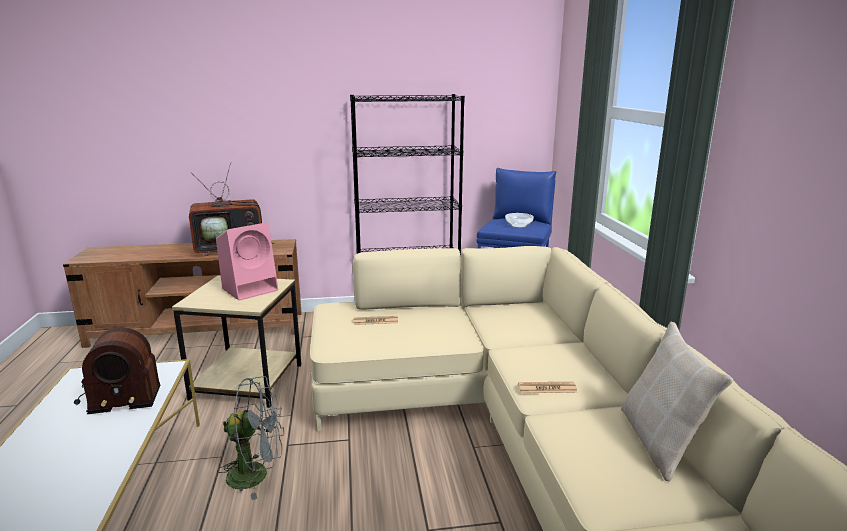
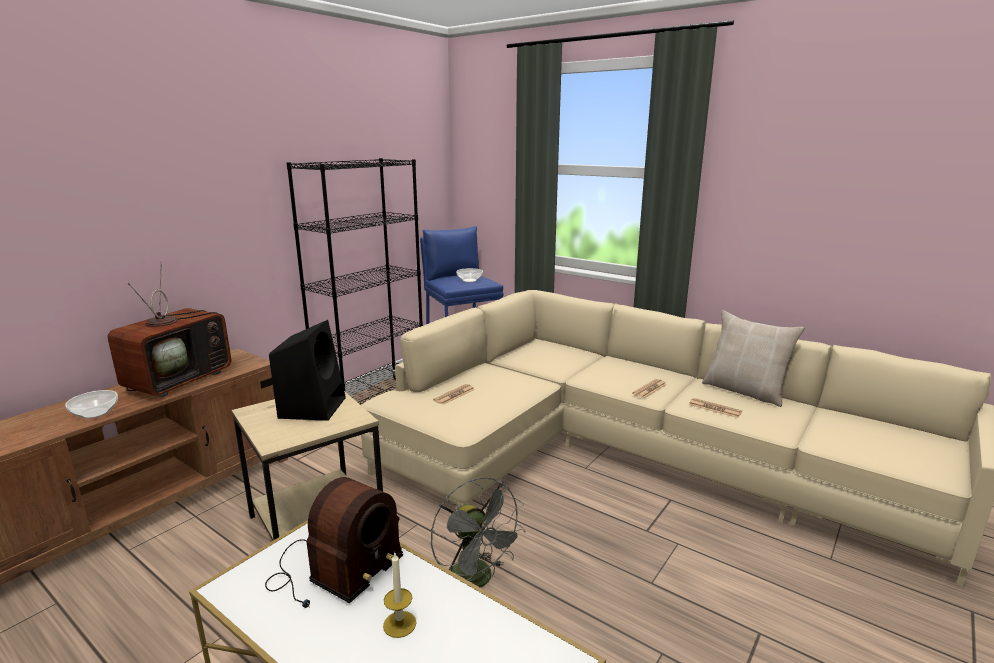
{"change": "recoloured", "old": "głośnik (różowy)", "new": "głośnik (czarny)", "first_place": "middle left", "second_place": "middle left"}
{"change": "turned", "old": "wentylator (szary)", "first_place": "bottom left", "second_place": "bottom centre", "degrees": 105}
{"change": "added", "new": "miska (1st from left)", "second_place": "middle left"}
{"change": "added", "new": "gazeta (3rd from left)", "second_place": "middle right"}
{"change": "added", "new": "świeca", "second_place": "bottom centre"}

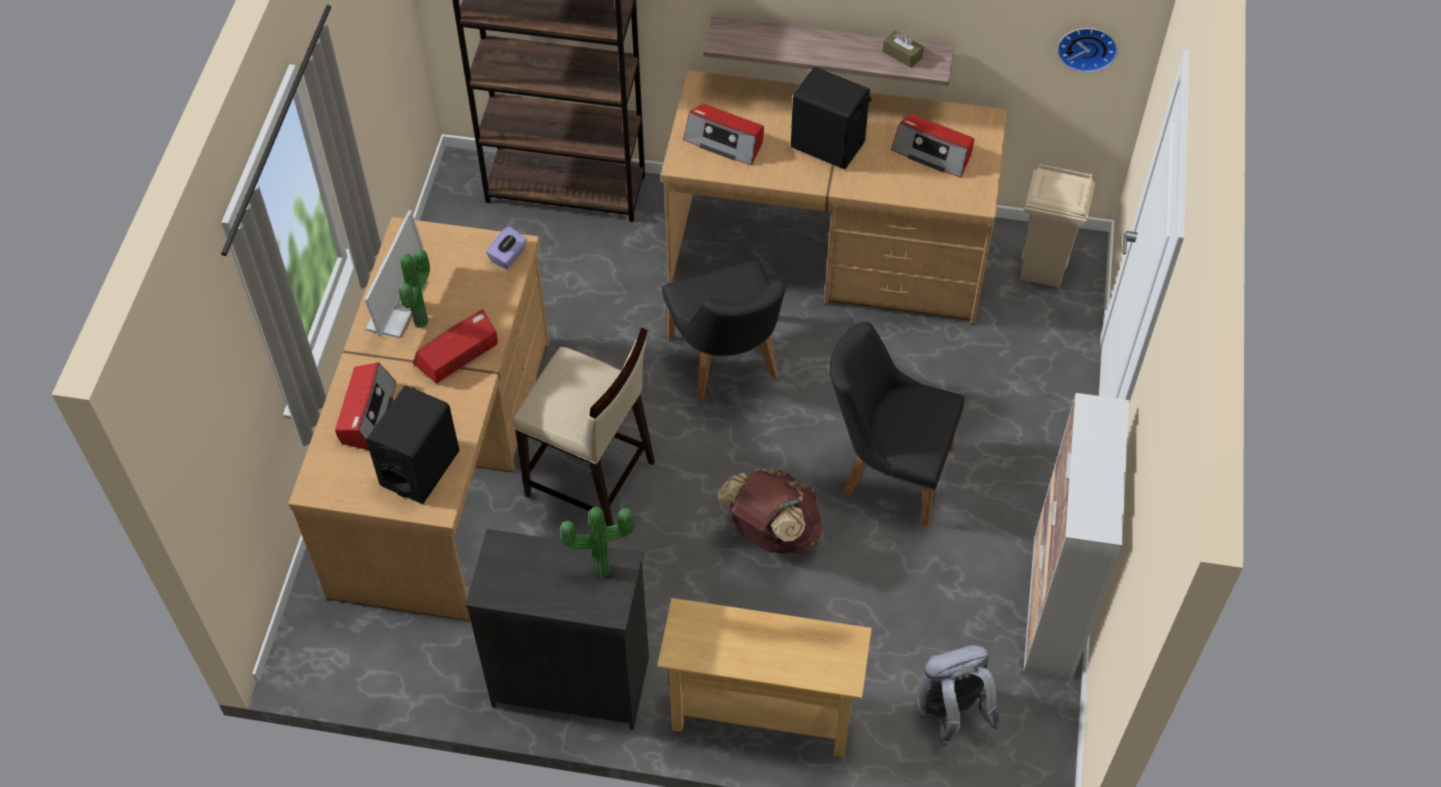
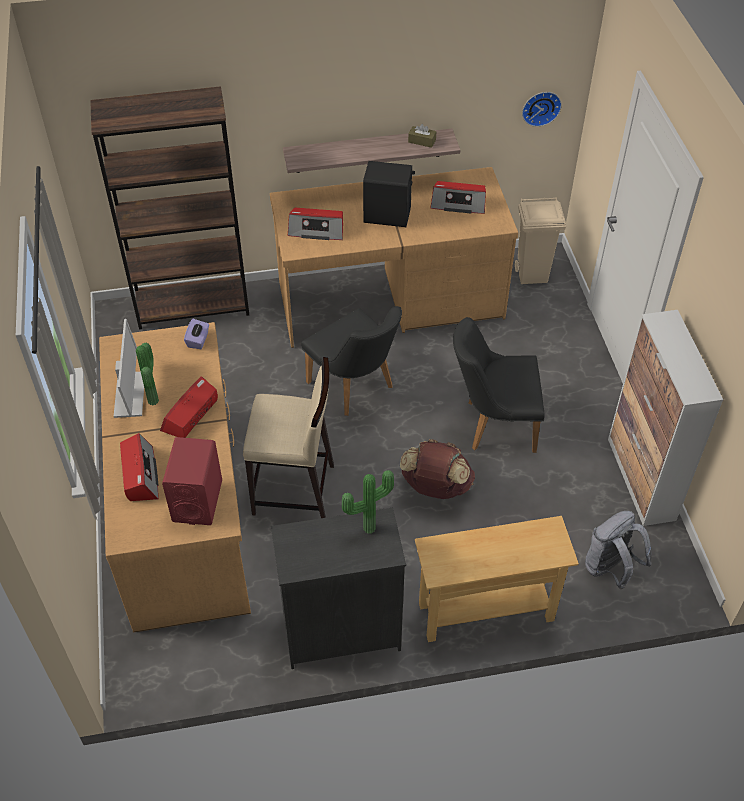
{"change": "recoloured", "old": "głośnik (czarny) (1st from left)", "new": "głośnik (czerwony)", "first_place": "middle left", "second_place": "middle left"}

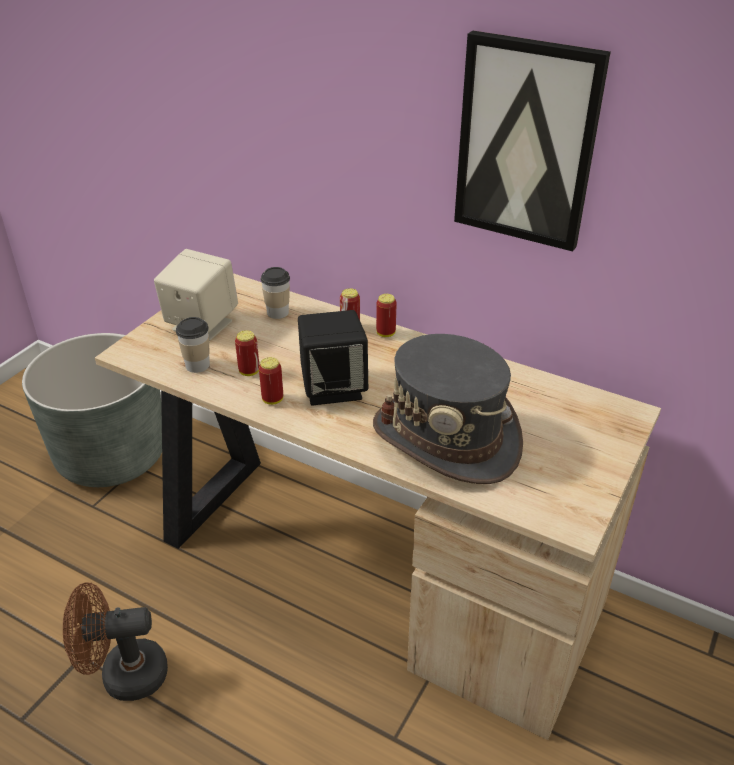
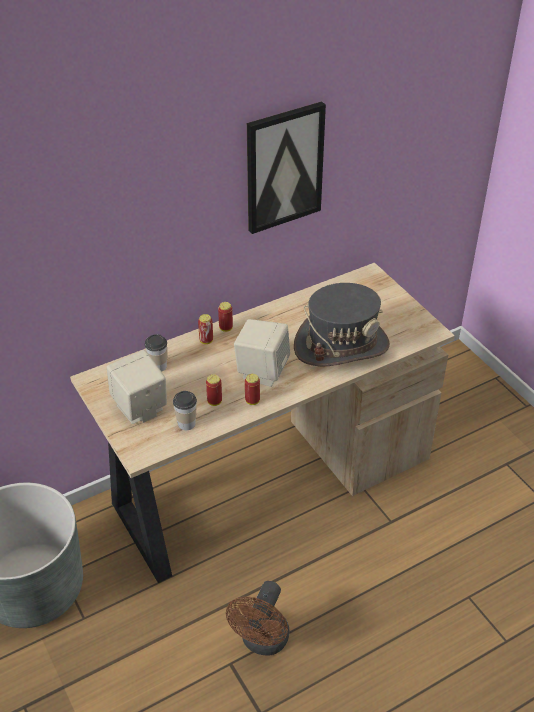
{"change": "recoloured", "old": "głośnik (czarny)", "new": "głośnik (beżowy) (2nd from left)", "first_place": "centre", "second_place": "centre"}

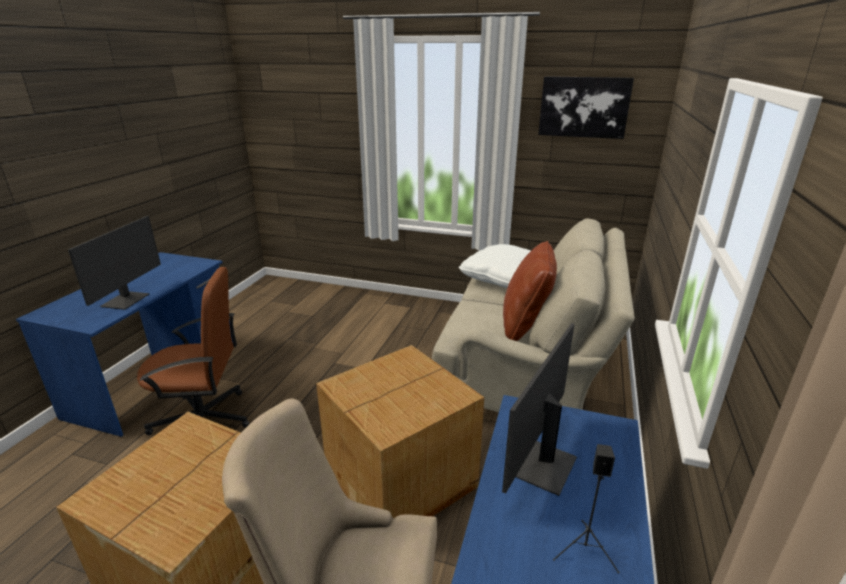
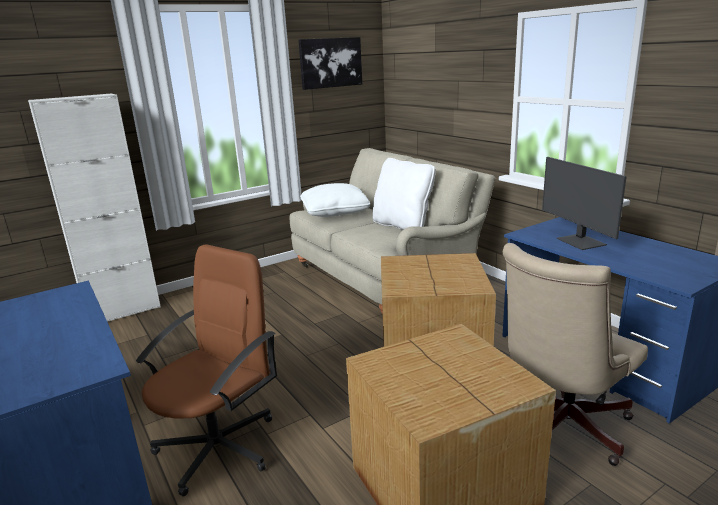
{"change": "removed", "old": "monitor (1st from left)", "first_place": "middle left"}
{"change": "recoloured", "old": "poduszka (brązowy)", "new": "poduszka (biały) (2nd from left)", "first_place": "centre", "second_place": "centre"}
{"change": "removed", "old": "głośnik (czarny)", "first_place": "bottom right"}
{"change": "added", "new": "szafka (biały)", "second_place": "middle left"}

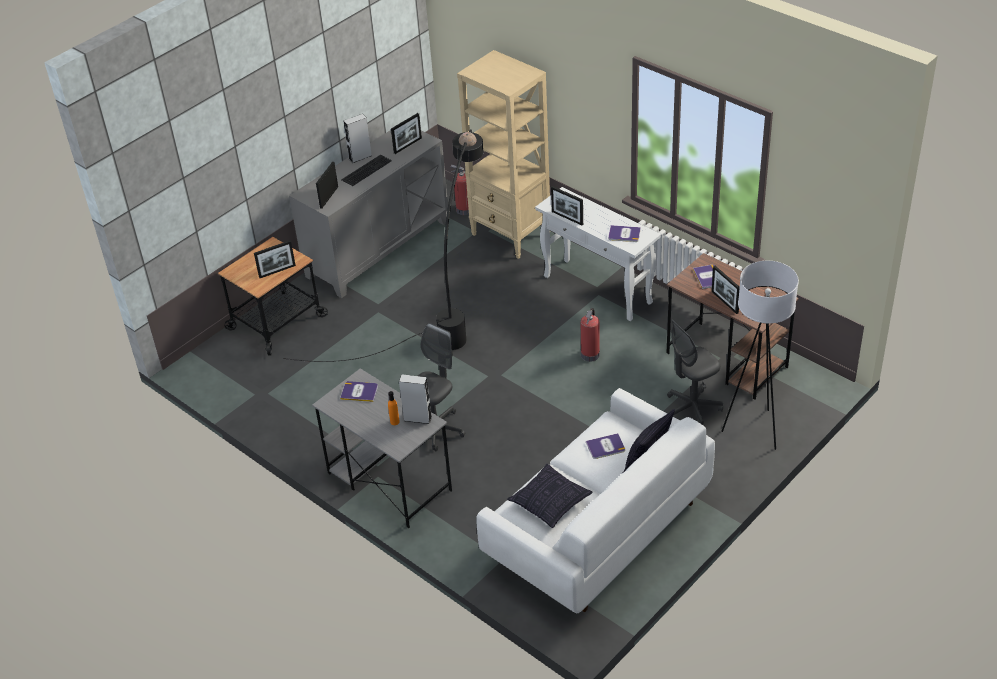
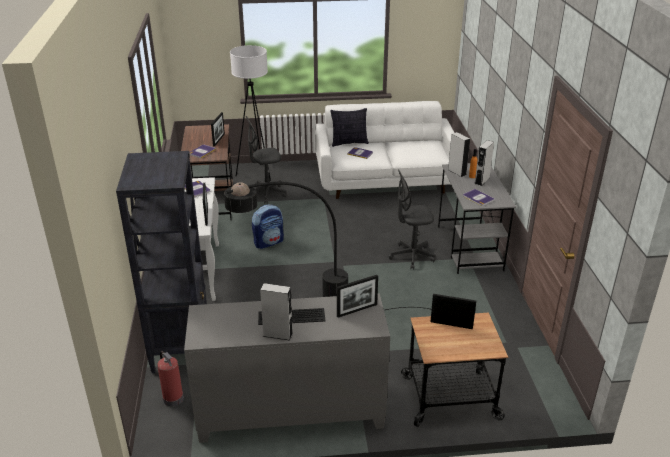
{"change": "recoloured", "old": "regał (beżowy)", "new": "regał (czarny)", "first_place": "top centre", "second_place": "middle left"}
{"change": "removed", "old": "ramka na zdjęcie (3rd from left)", "first_place": "top centre"}
{"change": "replaced", "old": "gaśnica (2nd from left)", "new": "plecak", "first_place": "centre", "second_place": "centre"}
{"change": "turned", "old": "krzesło biurowe (szary) (2nd from left in the first image)", "first_place": "middle right", "second_place": "centre", "degrees": 150}
{"change": "removed", "old": "poduszka (1st from left)", "first_place": "bottom centre"}
{"change": "added", "new": "głośnik (szary) (3rd from left)", "second_place": "middle right"}

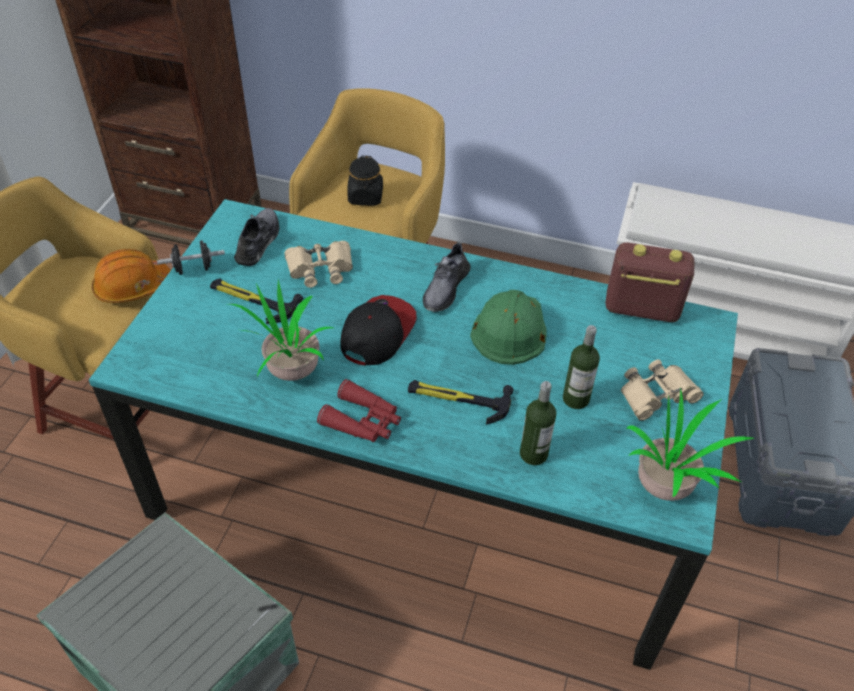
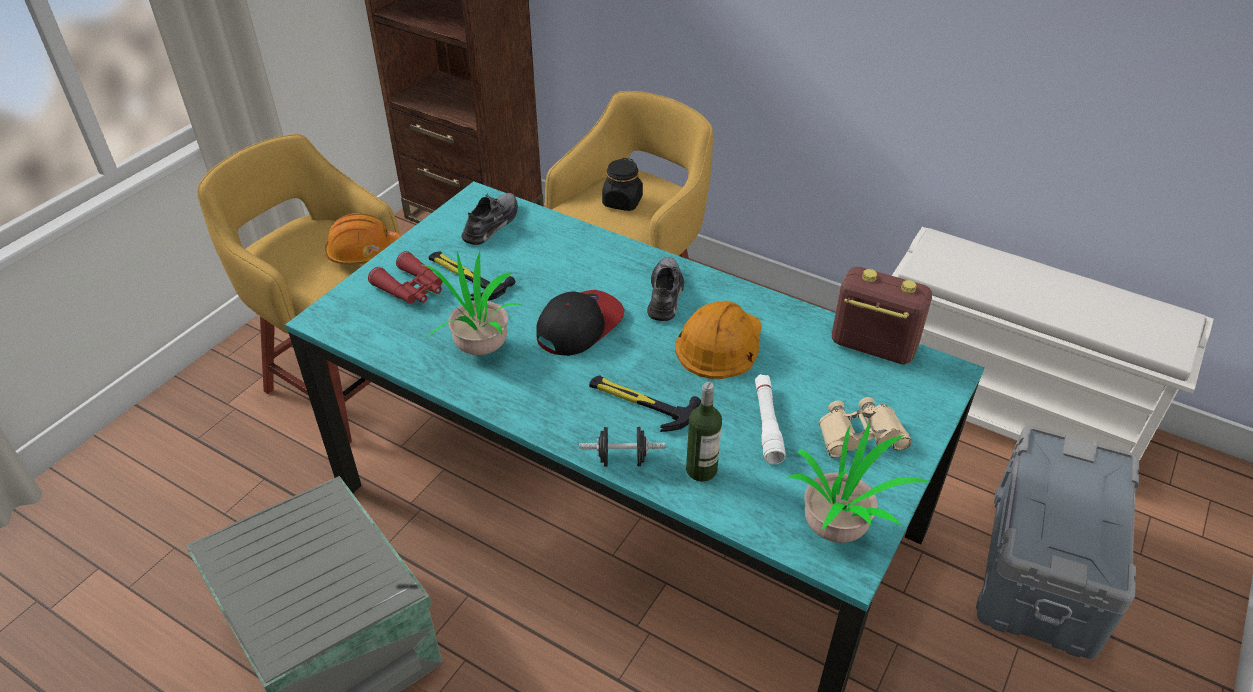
{"change": "moved", "old": "hantel (czarny)", "first_place": "middle left", "second_place": "centre"}
{"change": "removed", "old": "lornetka (beżowy) (1st from left)", "first_place": "centre"}
{"change": "turned", "old": "but (szary) (2nd from left)", "first_place": "centre", "second_place": "centre", "degrees": 150}
{"change": "recoloured", "old": "kask (zielony)", "new": "kask (pomarańczowy) (2nd from left)", "first_place": "centre", "second_place": "centre"}
{"change": "replaced", "old": "butelka (2nd from left)", "new": "latarka (biały)", "first_place": "middle right", "second_place": "centre"}
{"change": "moved", "old": "lornetka (czerwony)", "first_place": "centre", "second_place": "middle left"}

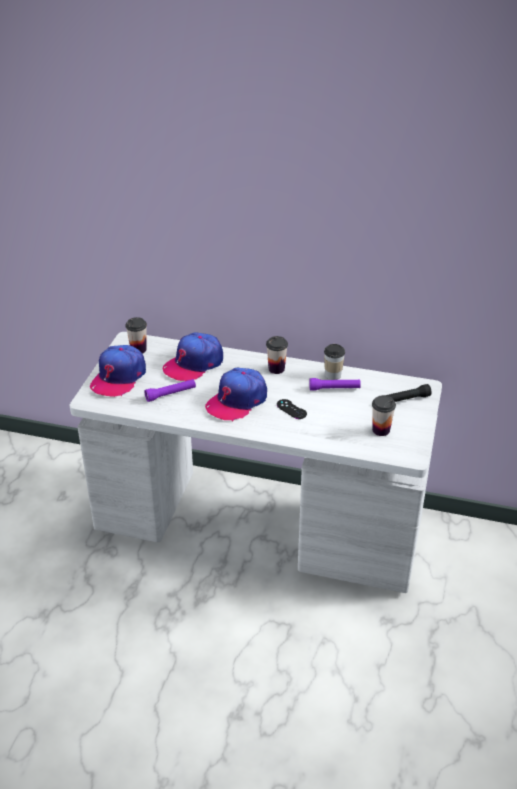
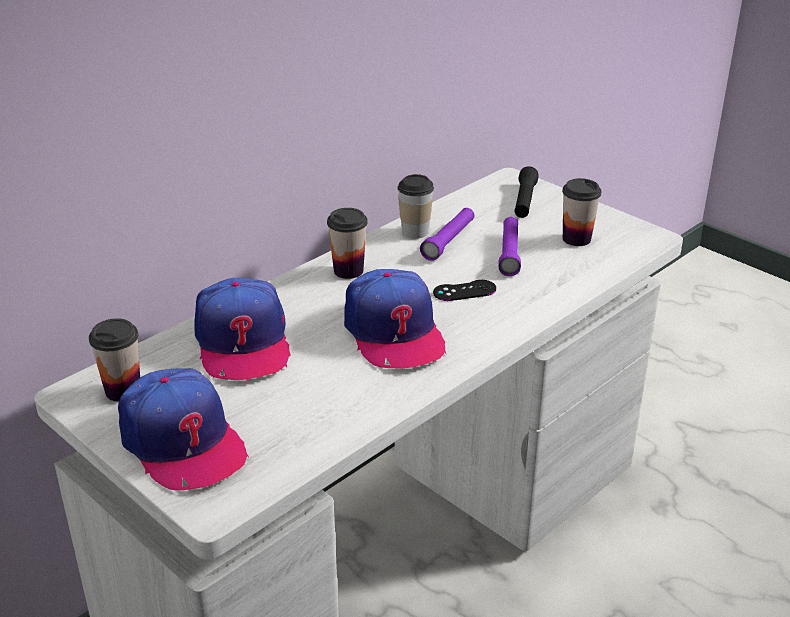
{"change": "moved", "old": "latarka (fioletowy) (1st from left in the first image)", "new": "latarka (fioletowy) (2nd from left)", "first_place": "middle left", "second_place": "centre"}

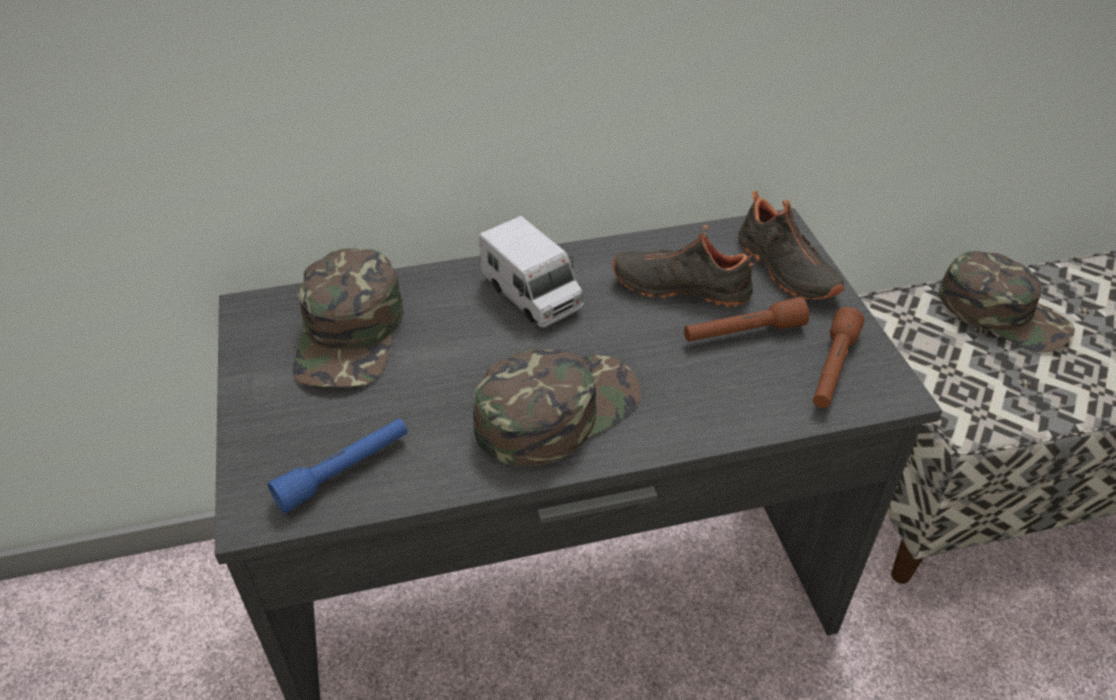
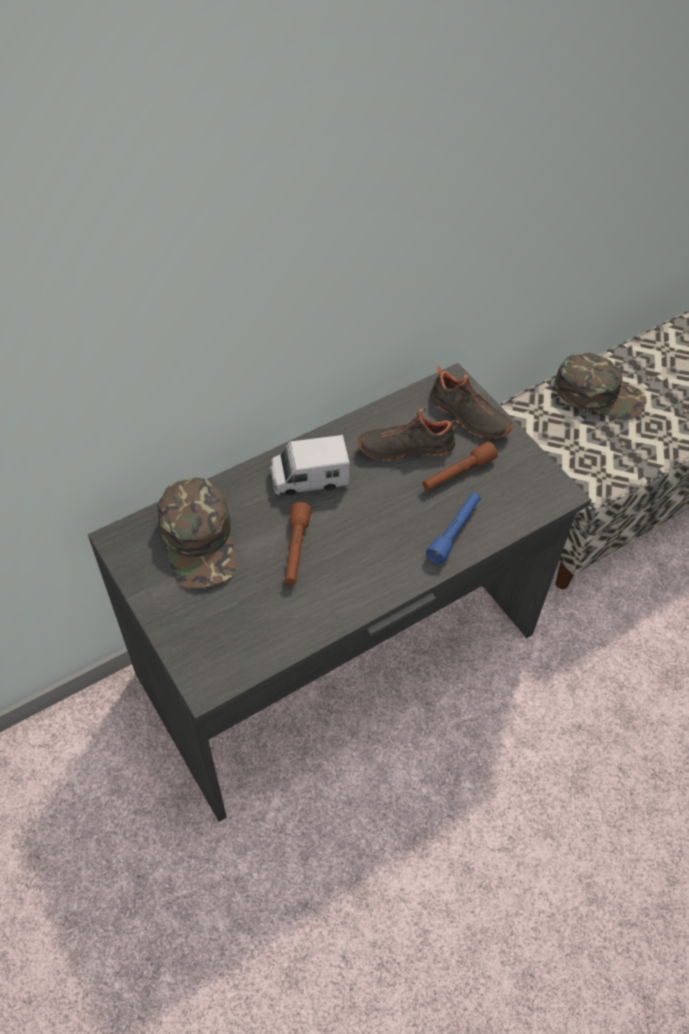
{"change": "turned", "old": "ciężarówka zabawkowa", "first_place": "centre", "second_place": "centre", "degrees": 135}
{"change": "moved", "old": "latarka (brązowy) (2nd from left in the first image)", "new": "latarka (brązowy) (1st from left)", "first_place": "middle right", "second_place": "centre"}
{"change": "removed", "old": "czapka z daszkiem (zielony) (2nd from left)", "first_place": "centre"}
{"change": "moved", "old": "latarka (niebieski)", "first_place": "middle left", "second_place": "centre"}

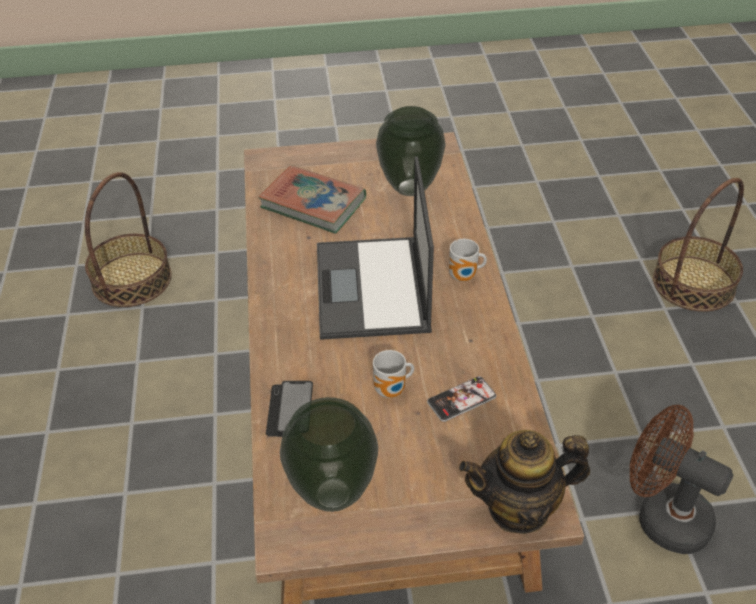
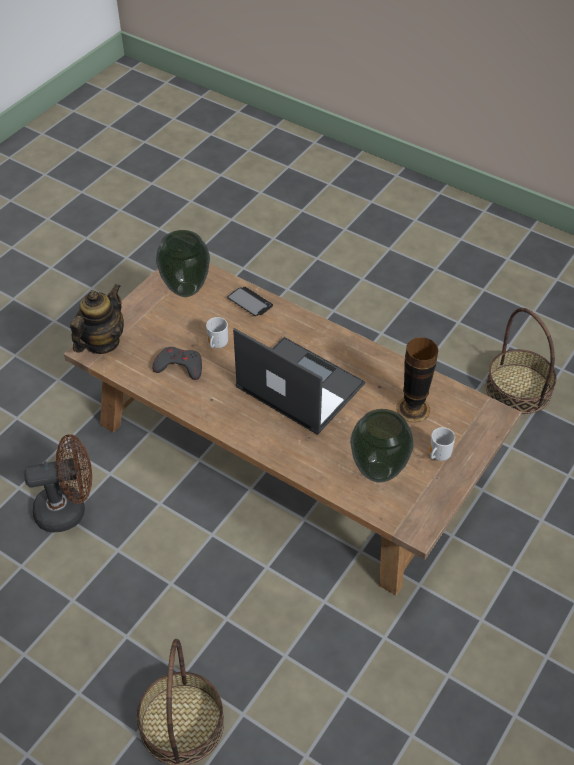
{"change": "replaced", "old": "książka", "new": "wazon (3rd from left)", "first_place": "top centre", "second_place": "middle right"}
{"change": "moved", "old": "kubek (2nd from left)", "first_place": "centre", "second_place": "middle right"}
{"change": "replaced", "old": "telefon (2nd from left)", "new": "pad do gier (szary)", "first_place": "centre", "second_place": "middle left"}

